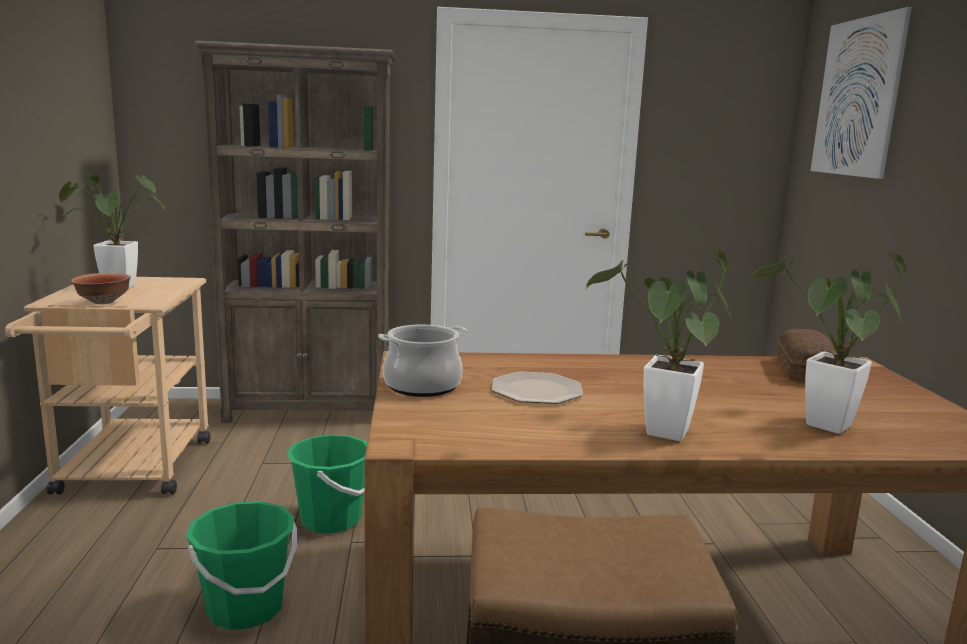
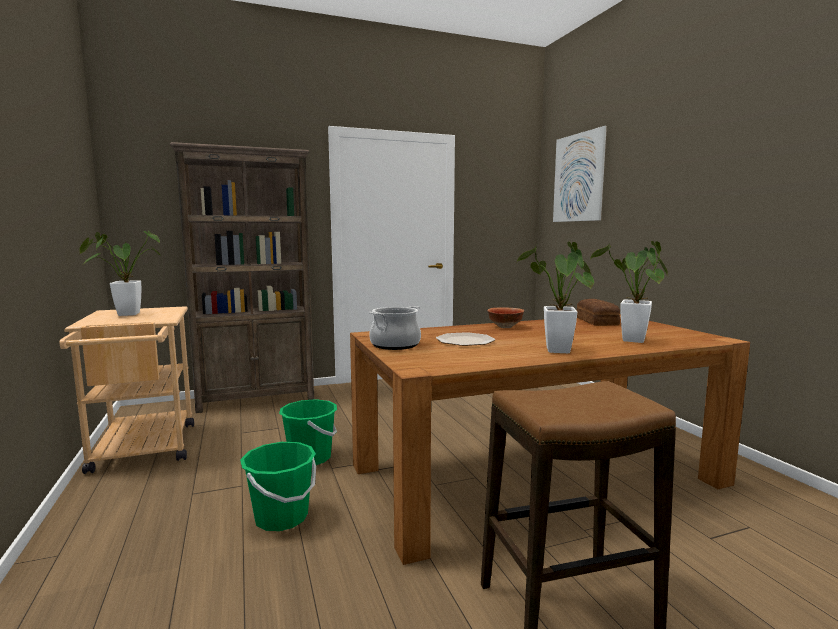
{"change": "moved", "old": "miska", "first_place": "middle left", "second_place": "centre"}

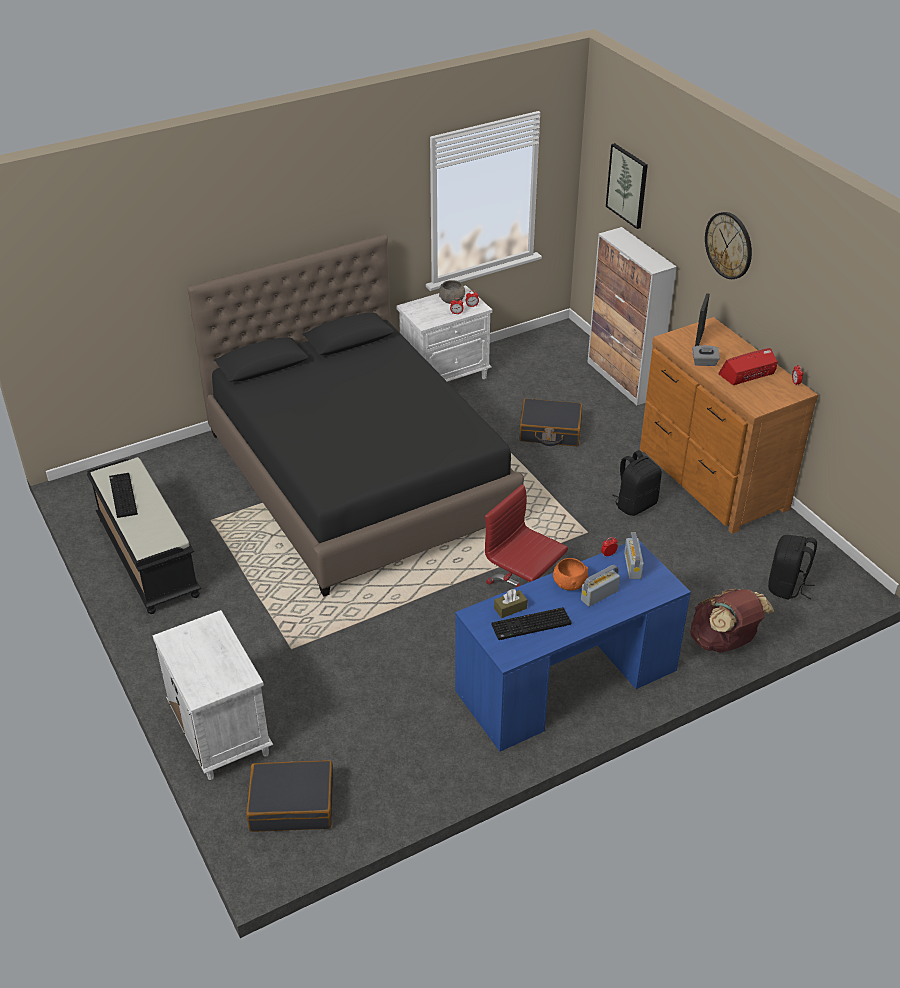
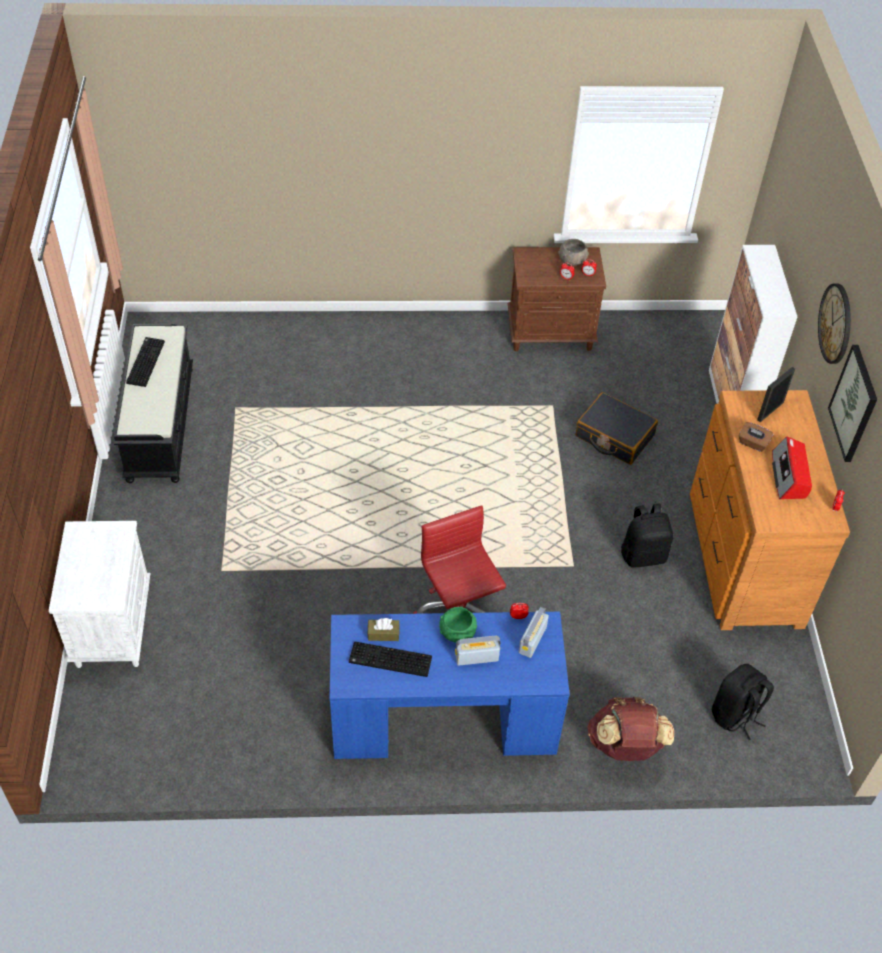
{"change": "moved", "old": "obraz", "first_place": "top right", "second_place": "middle right"}
{"change": "removed", "old": "łóżko (czarny)", "first_place": "centre"}
{"change": "recoloured", "old": "szafka nocna (biały) (2nd from left)", "new": "szafka nocna (brązowy)", "first_place": "centre", "second_place": "top centre"}
{"change": "recoloured", "old": "pudełko chusteczek (szary)", "new": "pudełko chusteczek (brązowy) (2nd from left)", "first_place": "middle right", "second_place": "middle right"}
{"change": "turned", "old": "radio (3rd from left)", "first_place": "middle right", "second_place": "middle right", "degrees": -90}
{"change": "recoloured", "old": "miska (pomarańczowy)", "new": "miska (zielony)", "first_place": "centre", "second_place": "centre"}
{"change": "removed", "old": "walizka (czarny) (1st from left)", "first_place": "bottom left"}

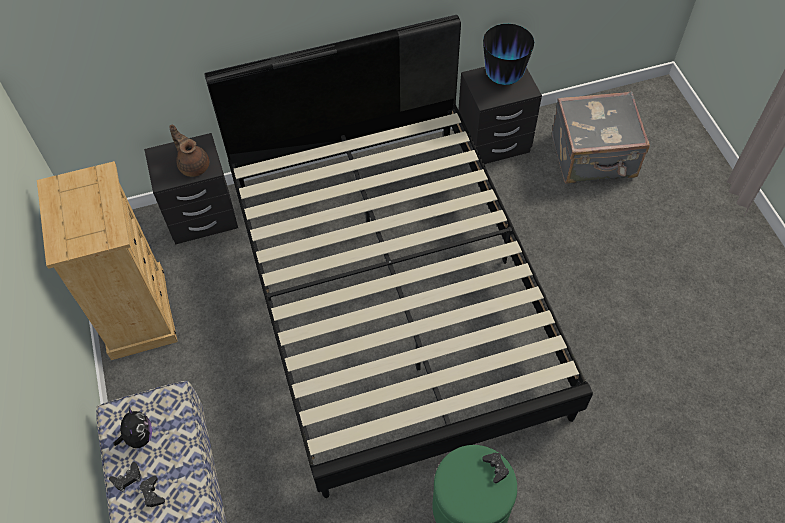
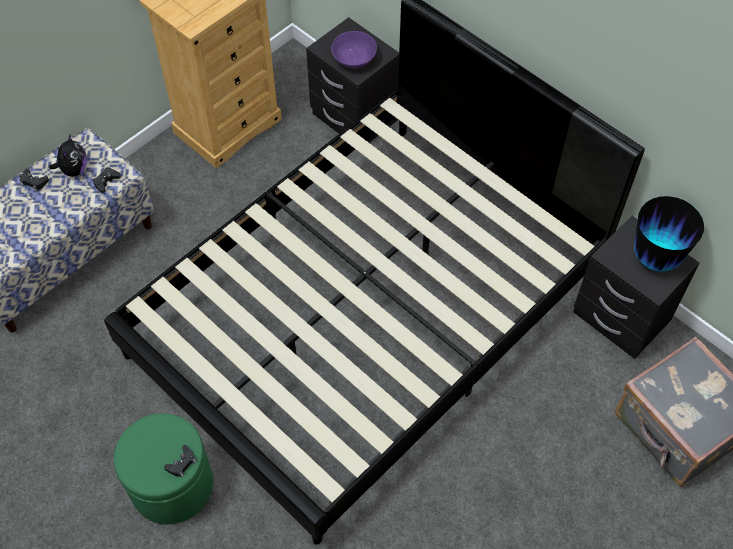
{"change": "replaced", "old": "imbryk (brązowy)", "new": "miska (fioletowy)", "first_place": "top left", "second_place": "top centre"}
{"change": "turned", "old": "pluszak", "first_place": "bottom left", "second_place": "top left", "degrees": -45}
{"change": "moved", "old": "pad do gier (czarny) (2nd from left)", "first_place": "bottom left", "second_place": "top left"}

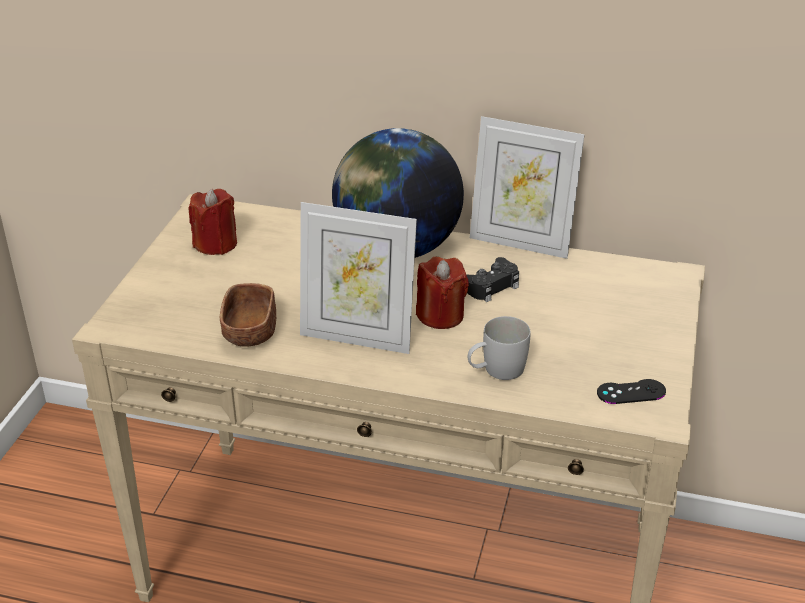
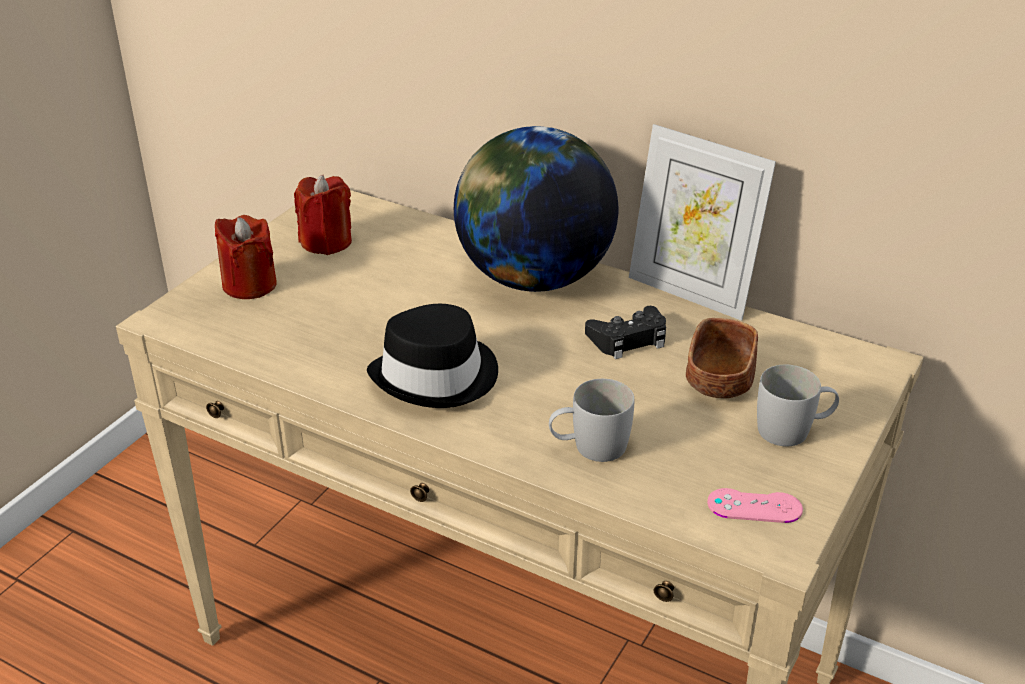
{"change": "replaced", "old": "ramka na zdjęcie (1st from left)", "new": "kapelusz (czarny)", "first_place": "centre", "second_place": "centre"}
{"change": "moved", "old": "świeca (czerwony) (2nd from left in the first image)", "new": "świeca (czerwony) (1st from left)", "first_place": "centre", "second_place": "middle left"}
{"change": "moved", "old": "miska (brązowy)", "first_place": "middle left", "second_place": "middle right"}
{"change": "recoloured", "old": "pad do gier (czarny) (2nd from left)", "new": "pad do gier (różowy)", "first_place": "middle right", "second_place": "bottom right"}
{"change": "added", "new": "kubek (biały) (2nd from left)", "second_place": "middle right"}

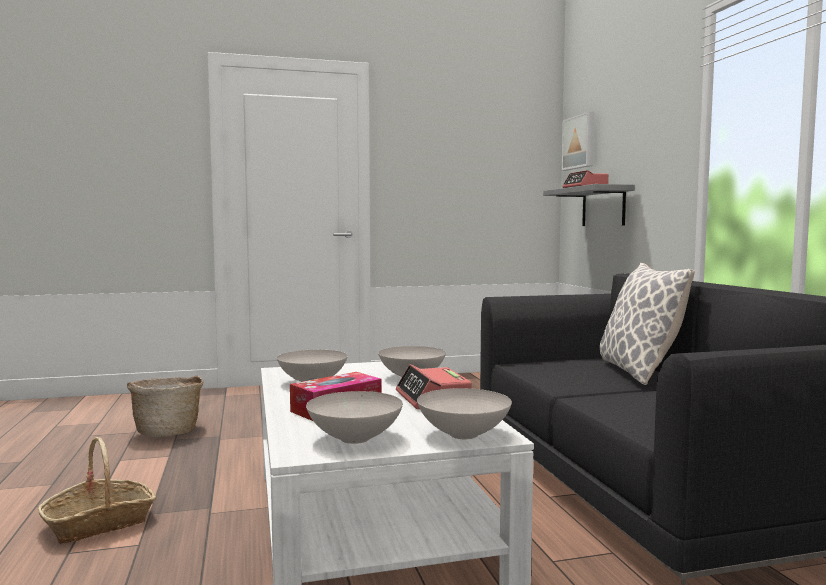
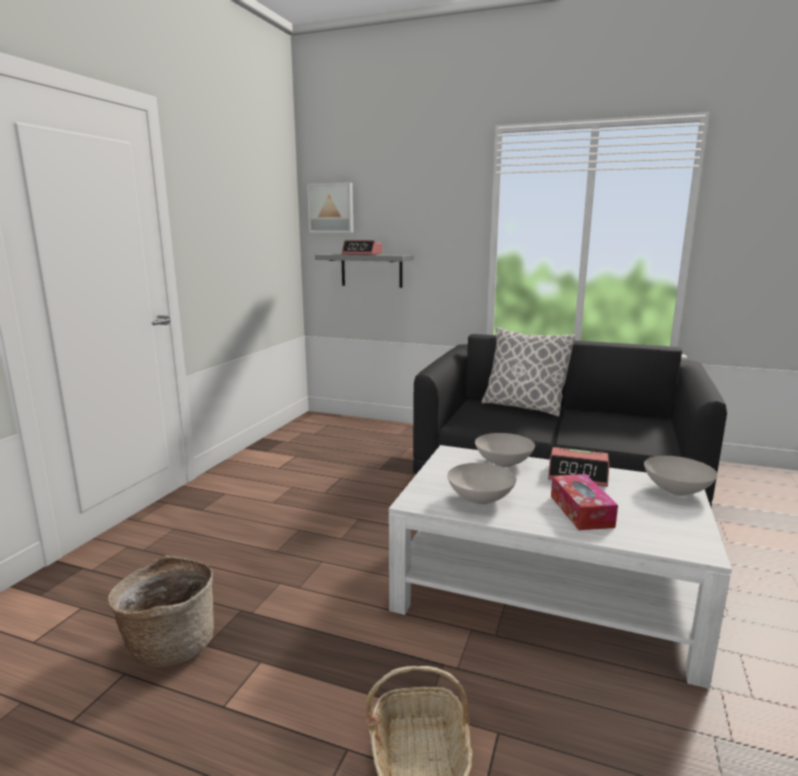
{"change": "removed", "old": "miska (biały) (2nd from left)", "first_place": "bottom centre"}

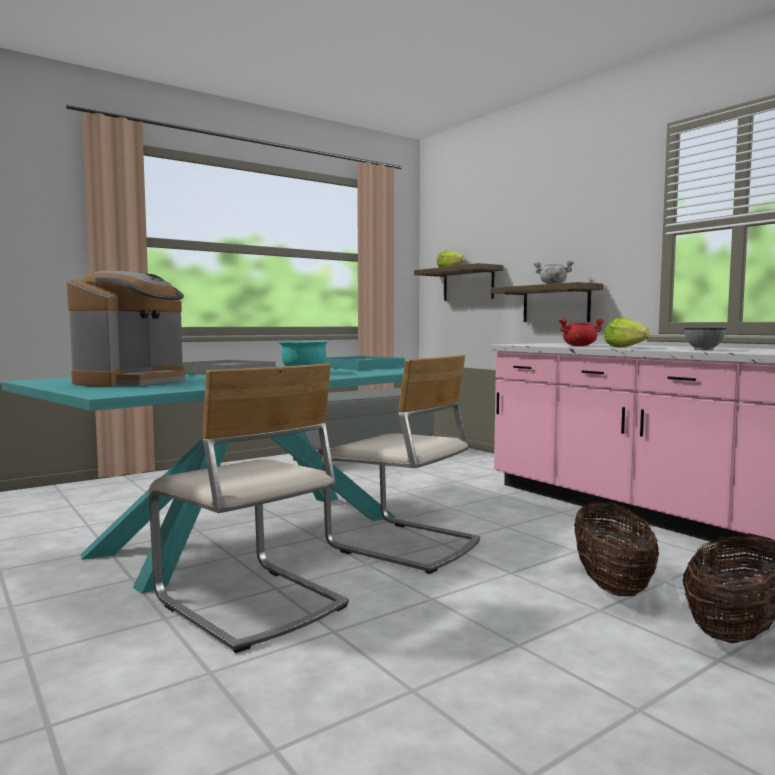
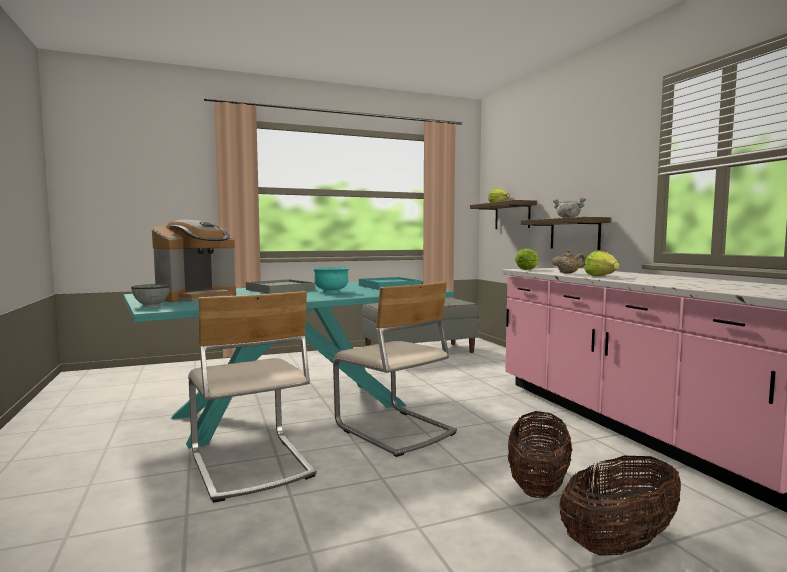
{"change": "replaced", "old": "garnek (czerwony)", "new": "imbryk (beżowy)", "first_place": "middle right", "second_place": "middle right"}
{"change": "moved", "old": "miska (szary)", "first_place": "middle right", "second_place": "middle left"}
{"change": "added", "new": "sałata (2nd from left)", "second_place": "middle right"}

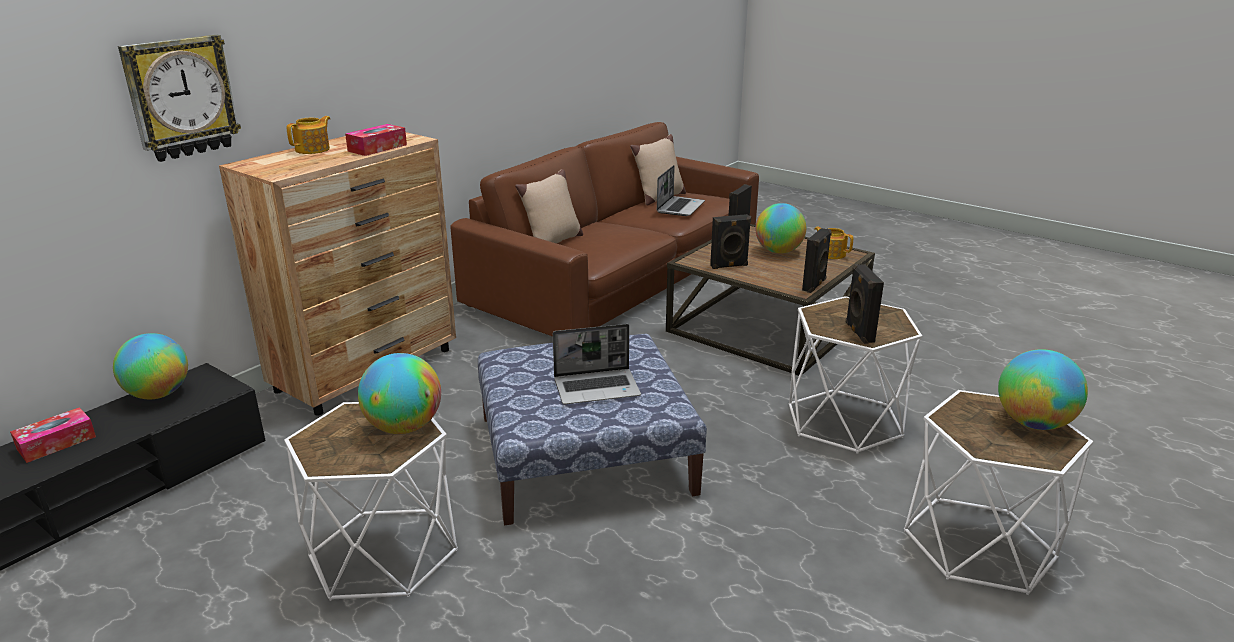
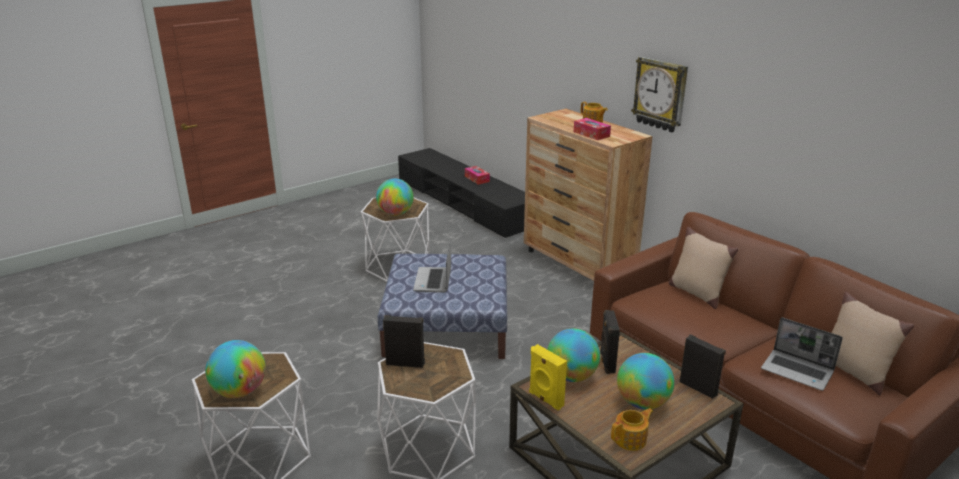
{"change": "moved", "old": "zegar ścienny", "first_place": "top left", "second_place": "top right"}
{"change": "recoloured", "old": "głośnik (czarny) (3rd from left)", "new": "głośnik (żółty)", "first_place": "centre", "second_place": "bottom centre"}
{"change": "moved", "old": "globus (1st from left in the first image)", "new": "globus (3rd from left)", "first_place": "middle left", "second_place": "bottom centre"}

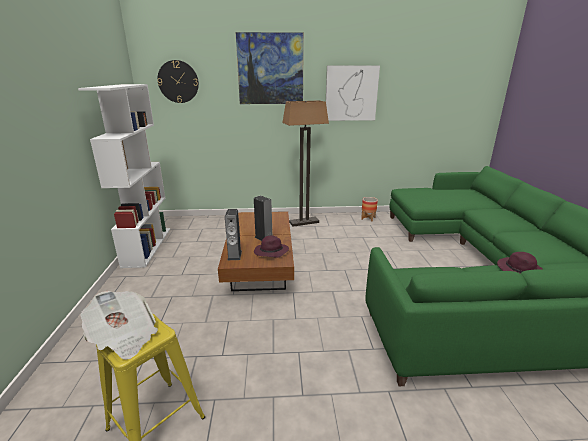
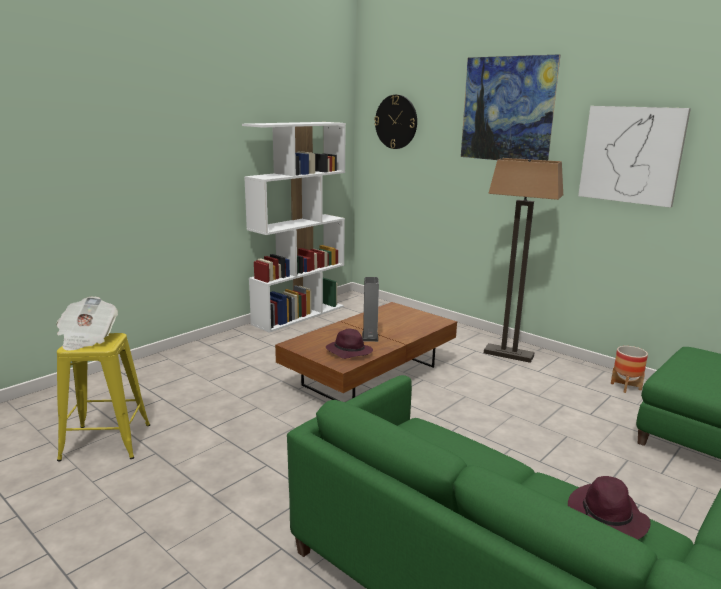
{"change": "removed", "old": "głośnik (1st from left)", "first_place": "centre"}

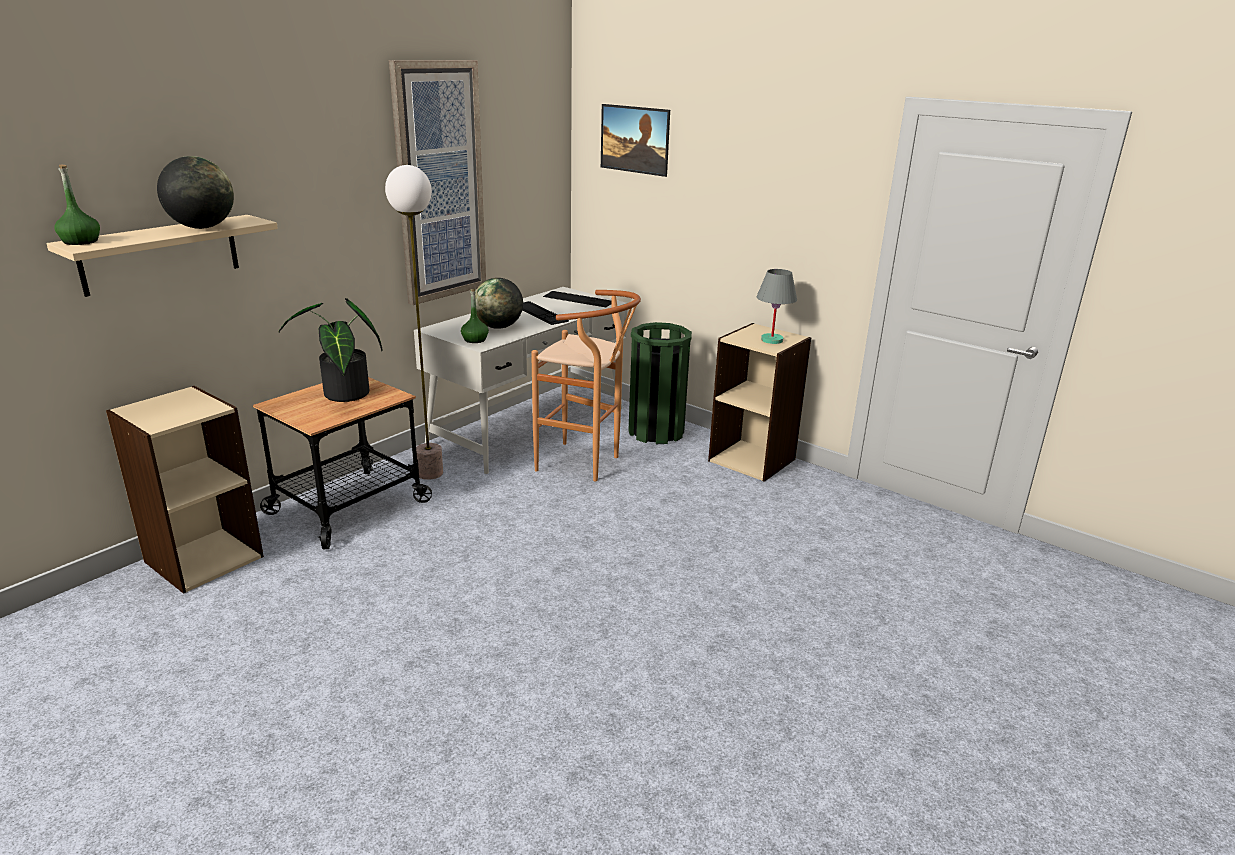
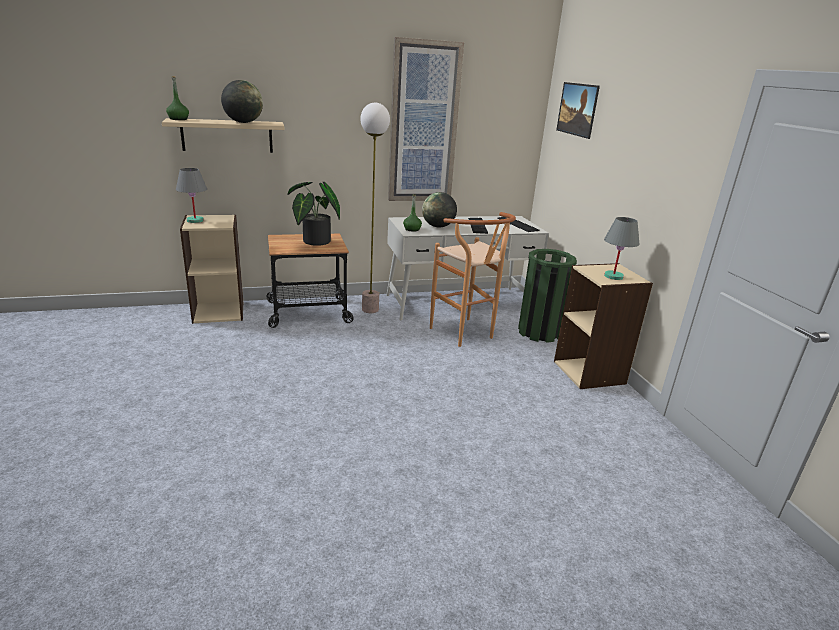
{"change": "added", "new": "lampa stołowa (szary) (1st from left)", "second_place": "top left"}

